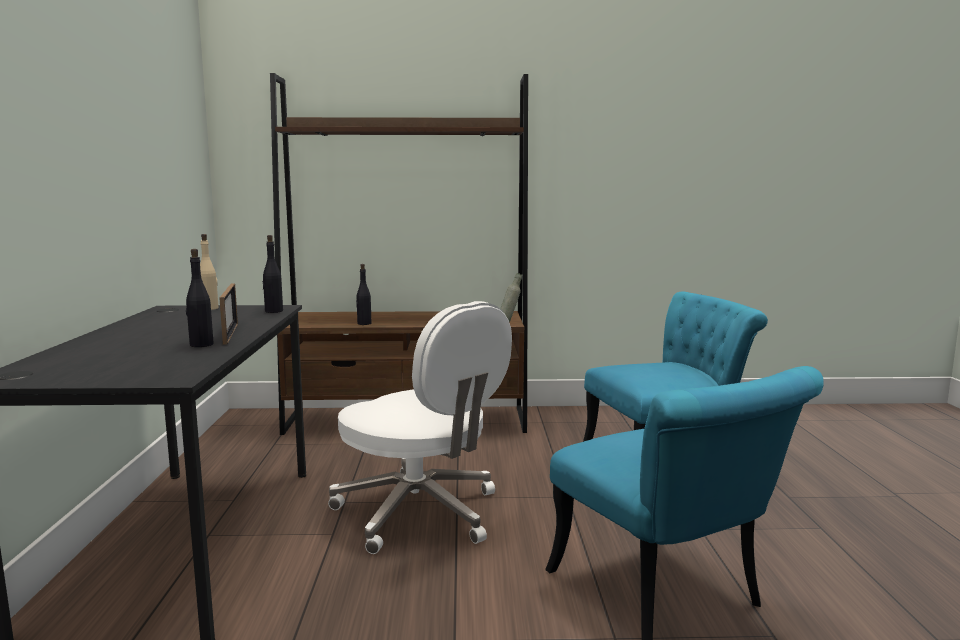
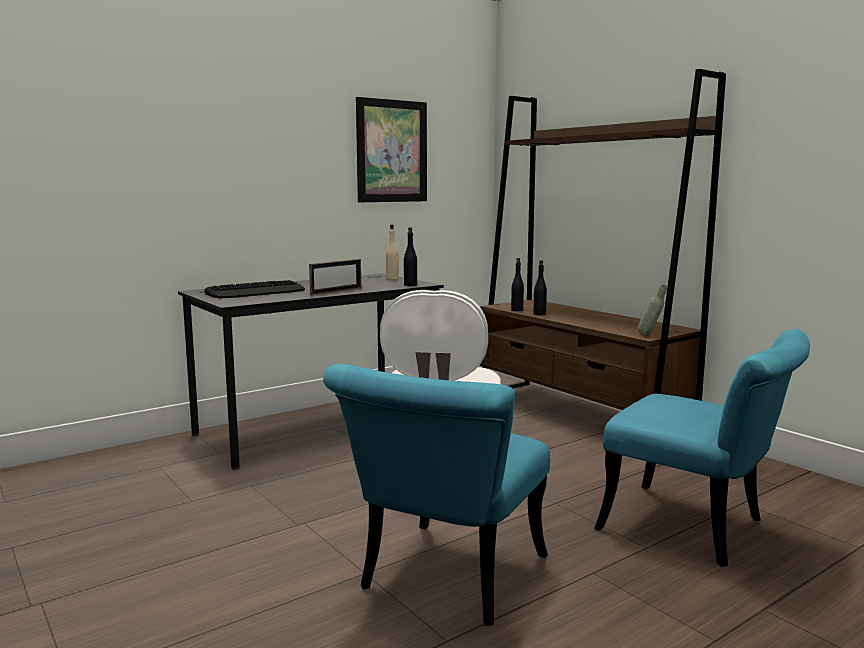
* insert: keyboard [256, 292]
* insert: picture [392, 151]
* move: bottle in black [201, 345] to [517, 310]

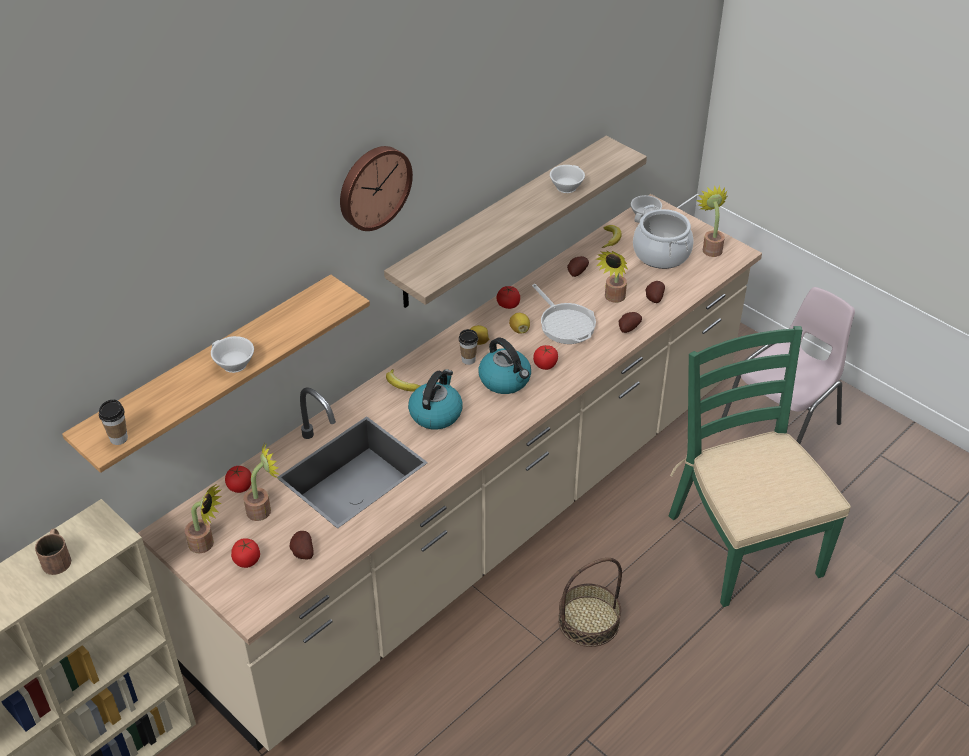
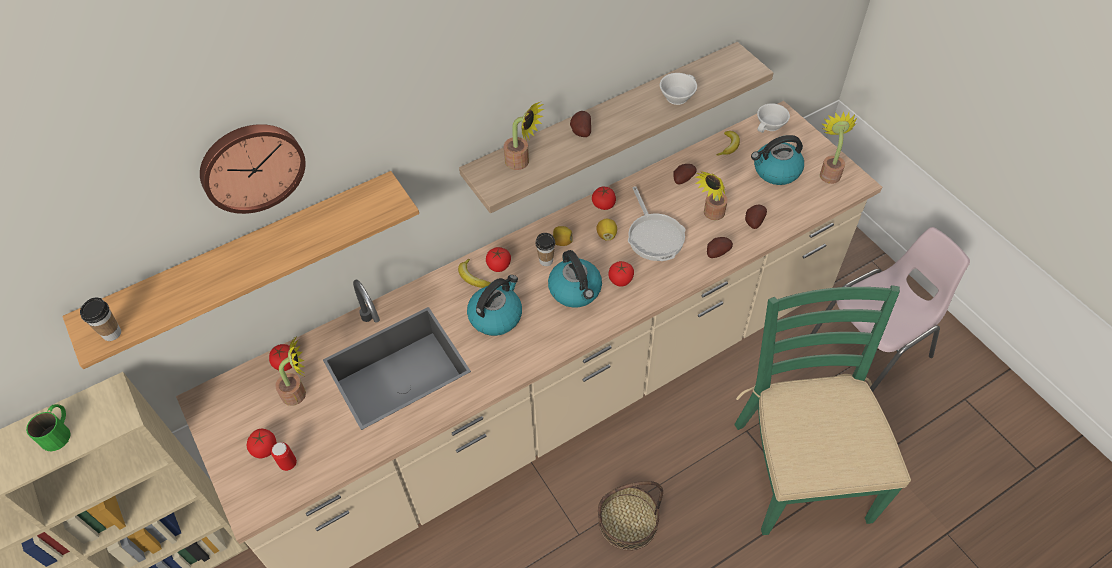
* delete: cup in white [232, 364]
* insert: can [288, 463]
* insert: tomato [499, 266]
* move: potted plant [206, 544] to [521, 163]
* move: potato [302, 553] to [580, 132]
* move: wall clock [373, 186] to [251, 166]
* replace: cooking pot [661, 253] to kettle [776, 171]
* recolor: mug in brown [57, 557] to mug in green [58, 431]

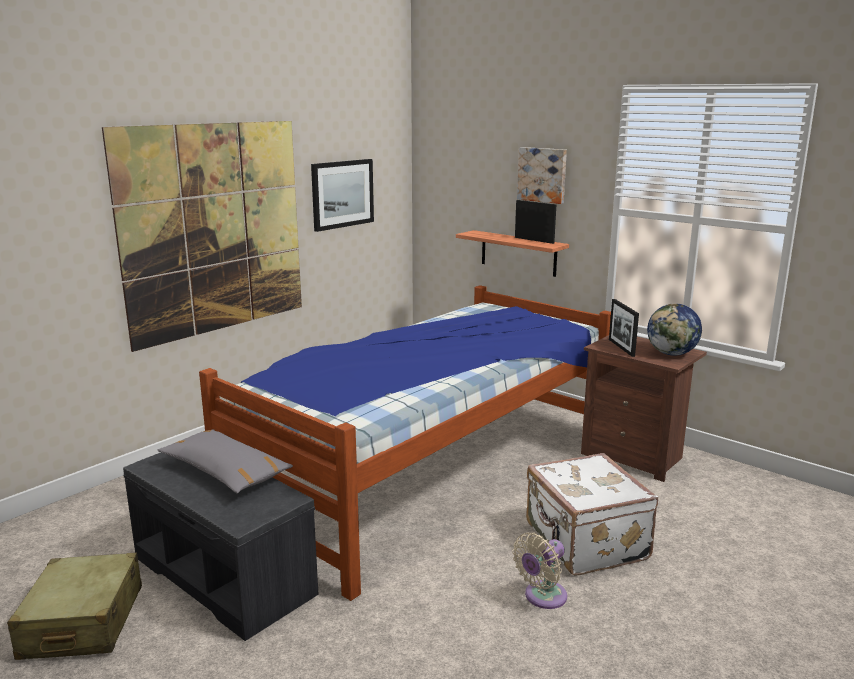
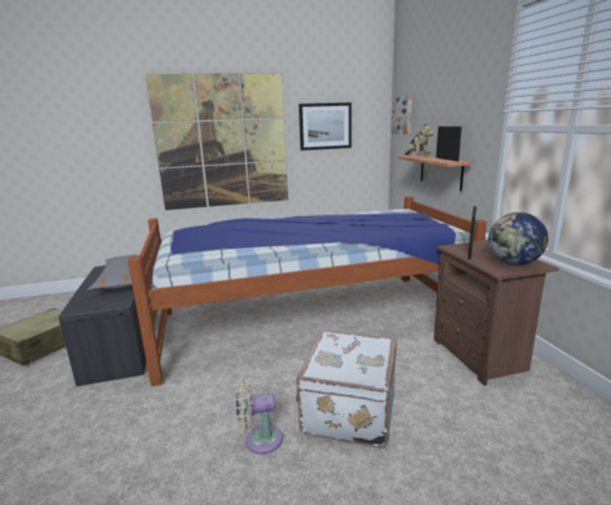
* insert: plush toy [416, 157]
* move: picture [542, 175] to [402, 115]

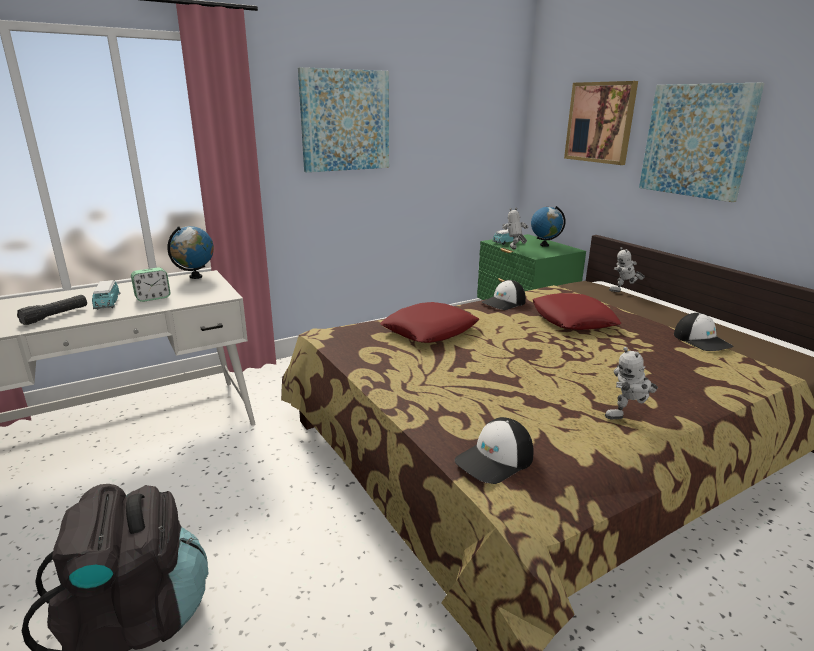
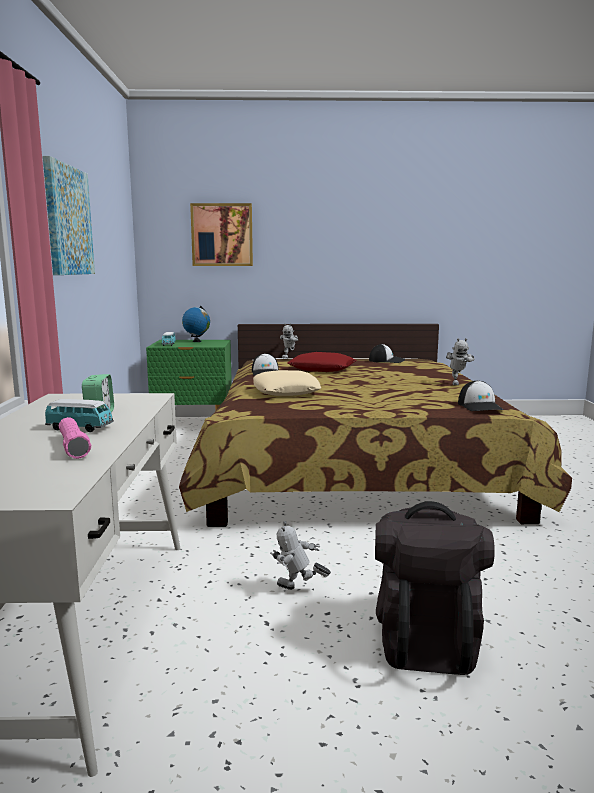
* delete: globe [196, 277]
* delete: picture [696, 141]
* move: toy robot [514, 250] to [298, 591]
* recolor: flashlight in black [55, 316] to flashlight in pink [73, 447]
* recolor: pillow in red [429, 331] to pillow in beige [286, 391]

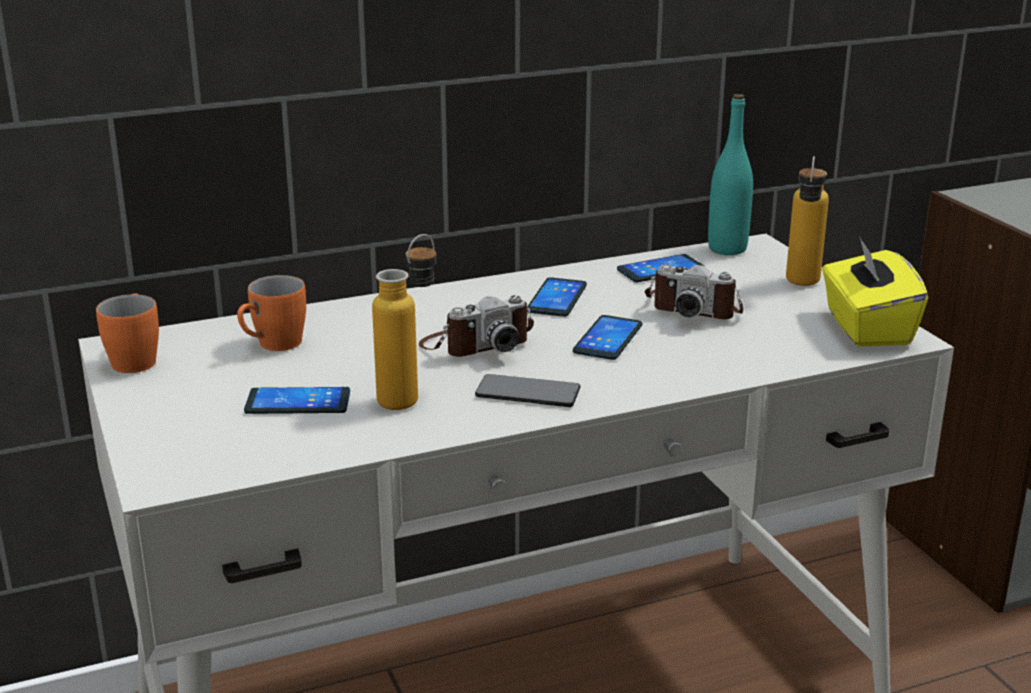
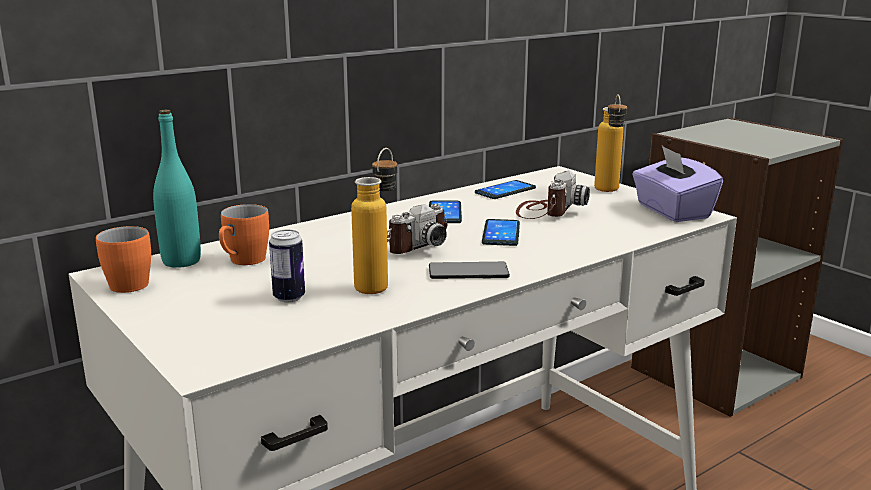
* move: bottle in turquoise [727, 249] to [181, 261]
* replace: phone [298, 402] to can [289, 297]
* recolor: tissue box in yellow [866, 328] to tissue box in purple [672, 211]
* rotate: photo camera [694, 308] = [547, 210] 75 degrees counterclockwise

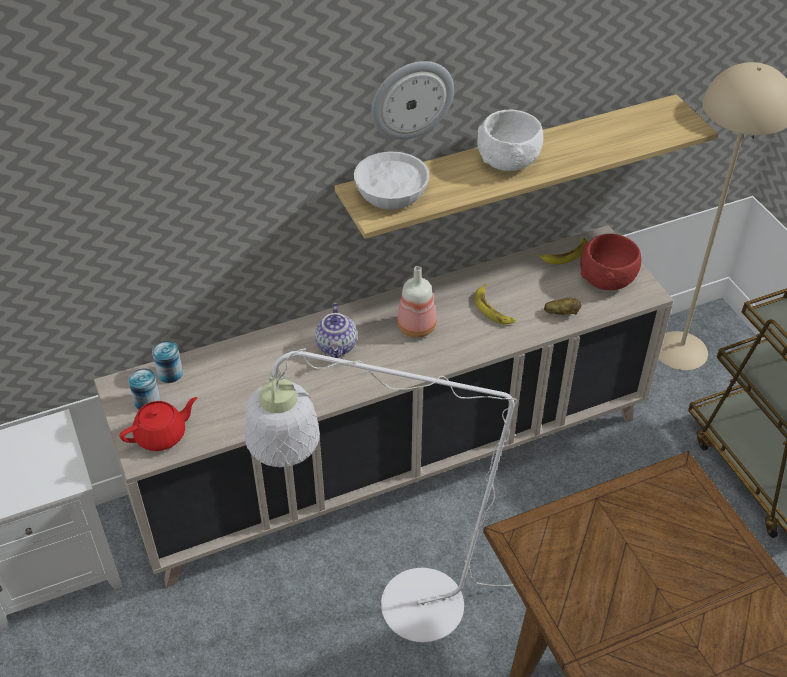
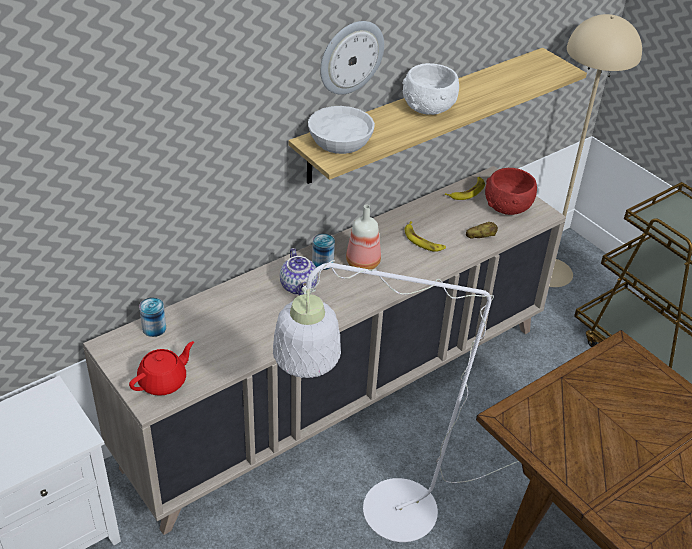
* move: can [147, 401] to [323, 262]

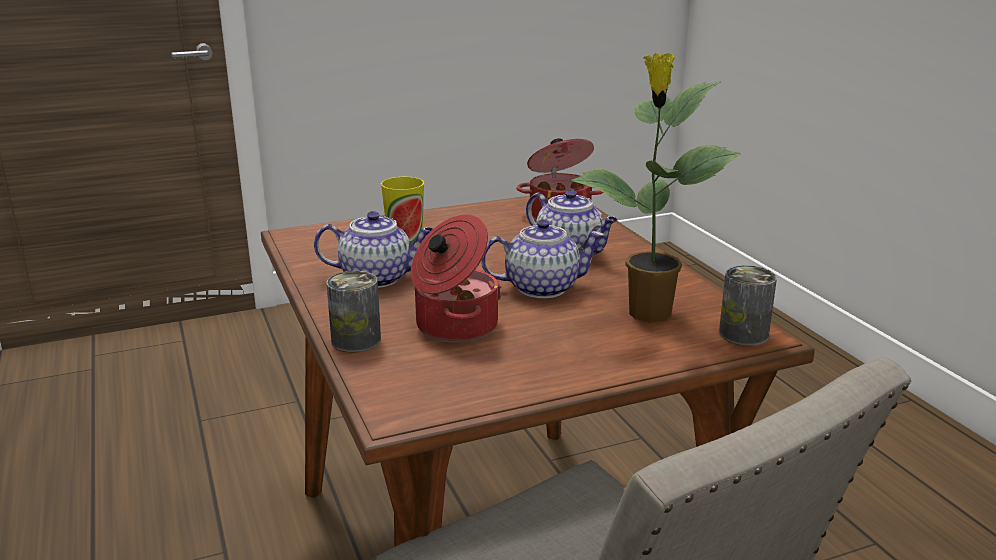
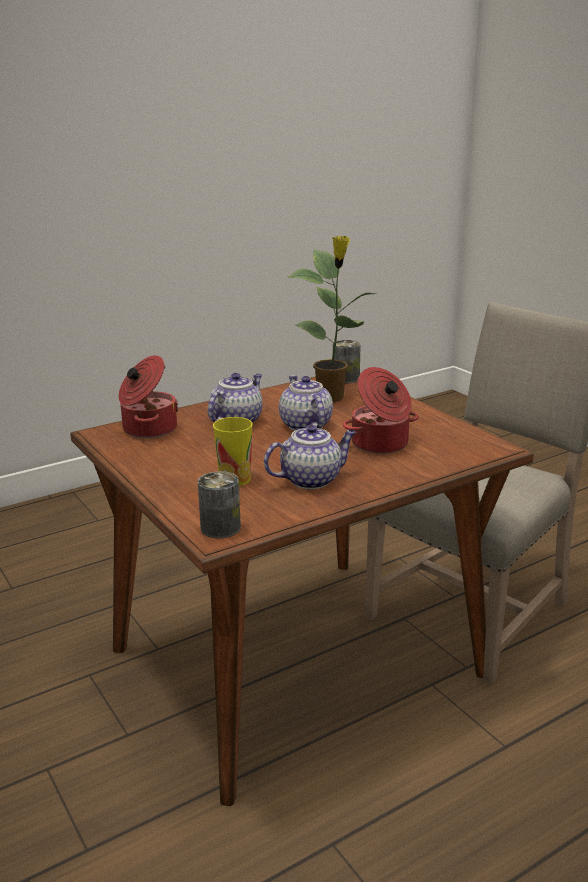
* move: can [356, 340] to [220, 528]
* rotate: teapot [378, 278] = [311, 479] 75 degrees clockwise

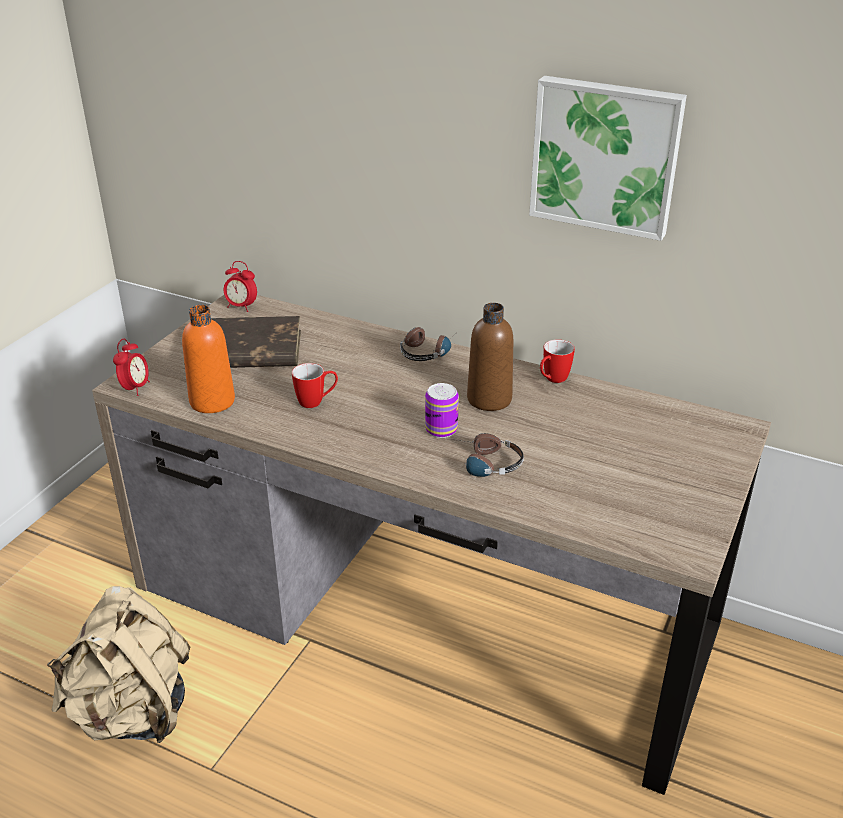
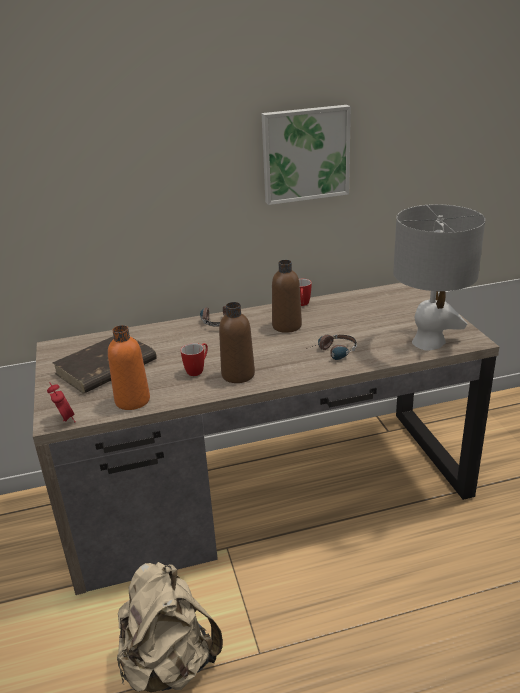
* delete: alarm clock [241, 307]
* delete: can [441, 429]
* insert: bottle in brown [238, 375]
* insert: table lamp in grey [429, 342]

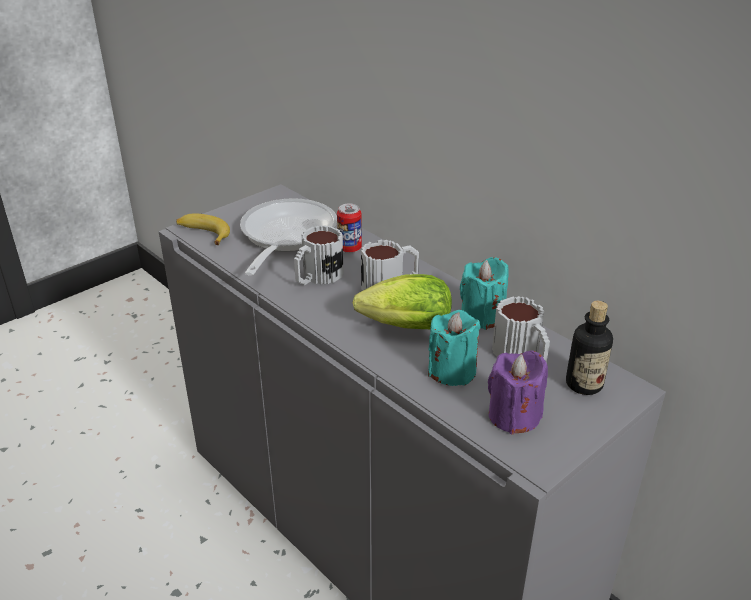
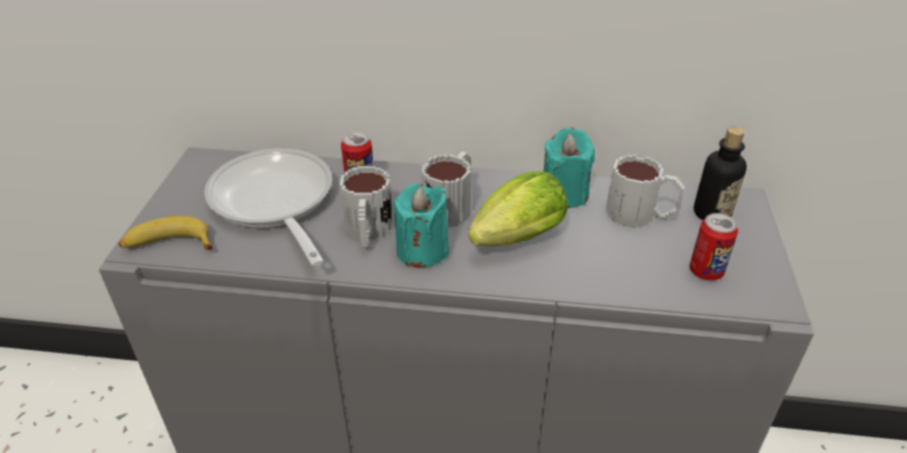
* move: candle in turquoise [452, 371] to [422, 251]
* replace: candle in purple [514, 416] to can [706, 271]

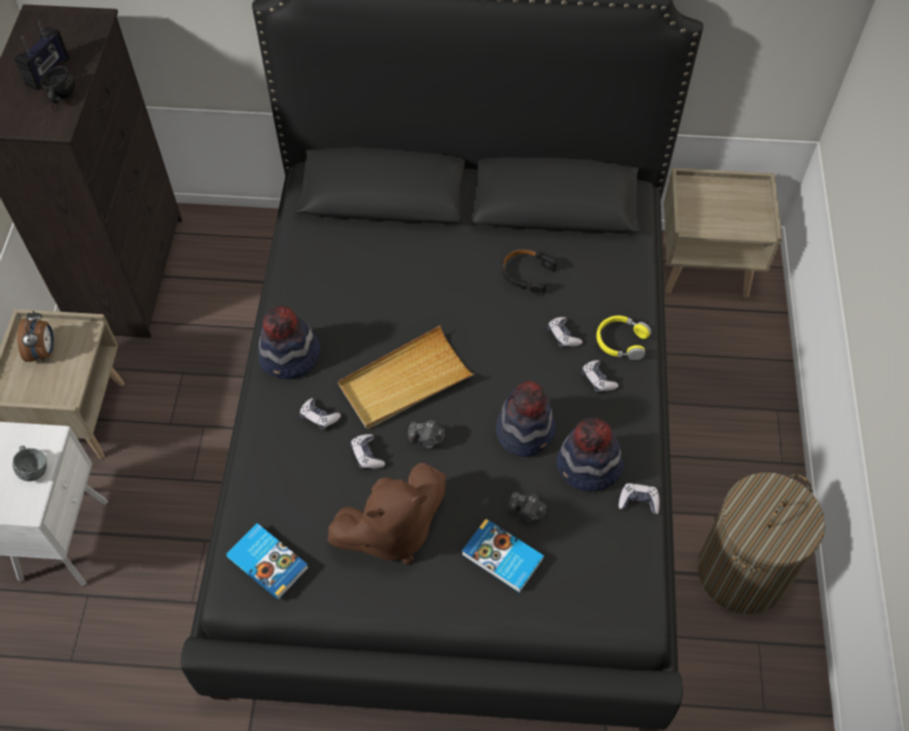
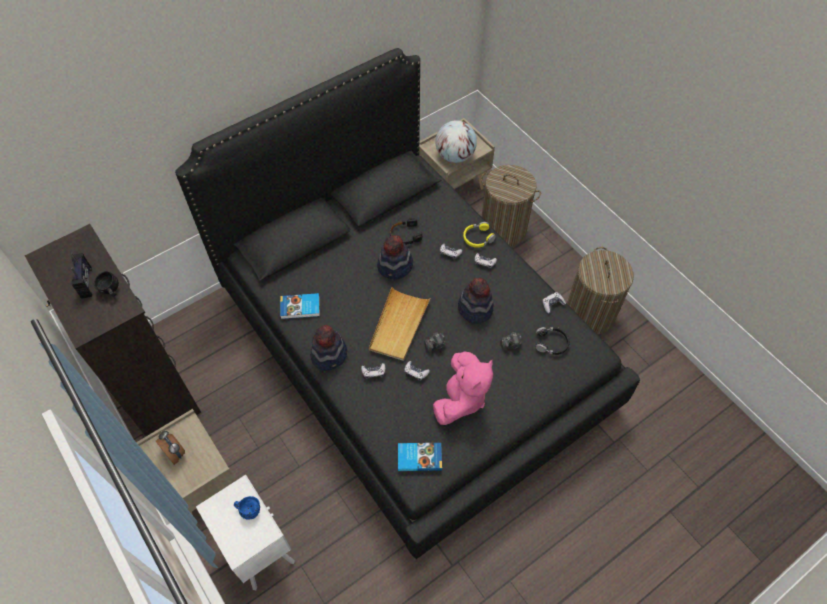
* insert: globe [455, 156]
* insert: laundry basket [503, 229]
* insert: headphones in black [551, 343]
* move: book [502, 558] to [300, 308]
* move: hat [588, 467] to [395, 266]
* recolor: mug in grey [34, 468] to mug in blue [248, 509]
* recolor: plush toy in brown [391, 531] to plush toy in pink [461, 399]

